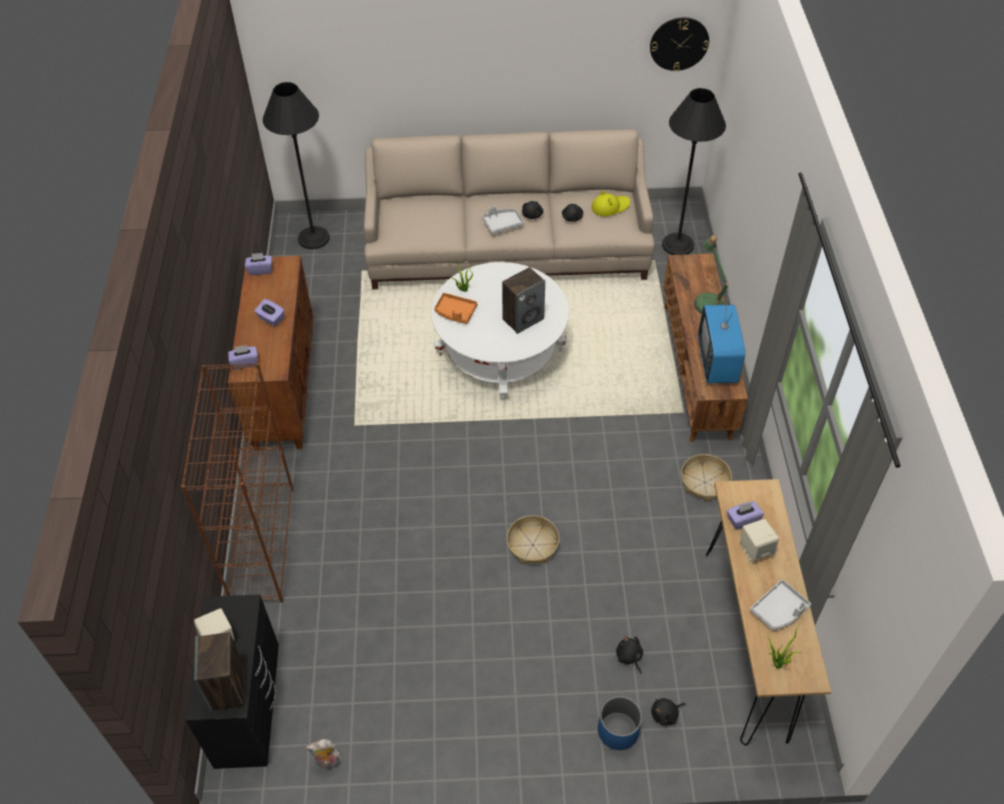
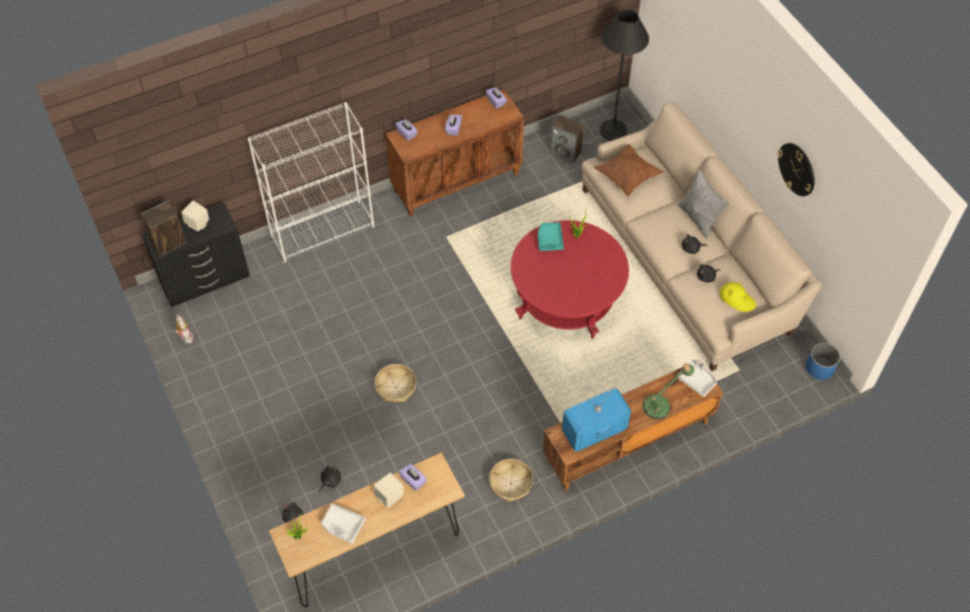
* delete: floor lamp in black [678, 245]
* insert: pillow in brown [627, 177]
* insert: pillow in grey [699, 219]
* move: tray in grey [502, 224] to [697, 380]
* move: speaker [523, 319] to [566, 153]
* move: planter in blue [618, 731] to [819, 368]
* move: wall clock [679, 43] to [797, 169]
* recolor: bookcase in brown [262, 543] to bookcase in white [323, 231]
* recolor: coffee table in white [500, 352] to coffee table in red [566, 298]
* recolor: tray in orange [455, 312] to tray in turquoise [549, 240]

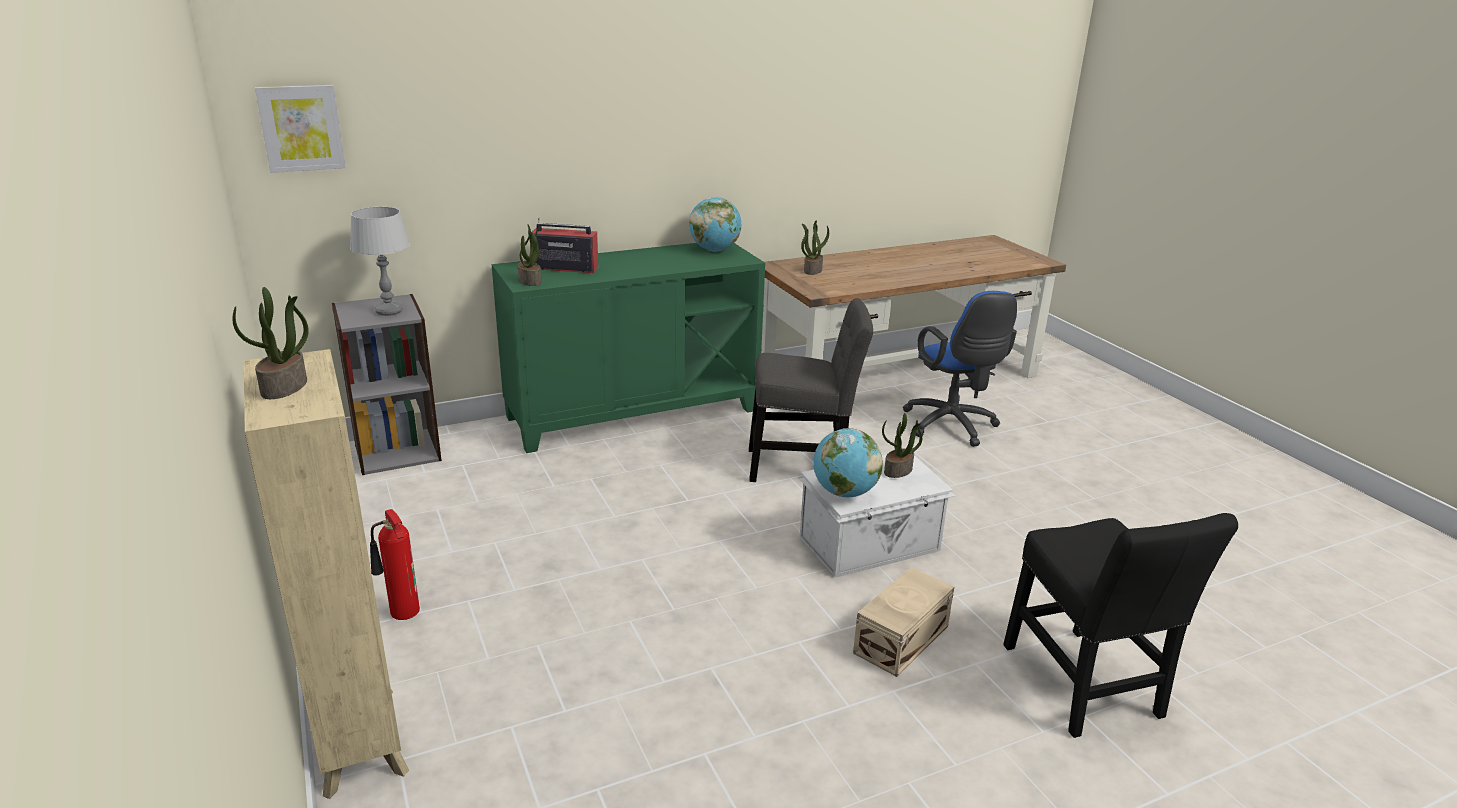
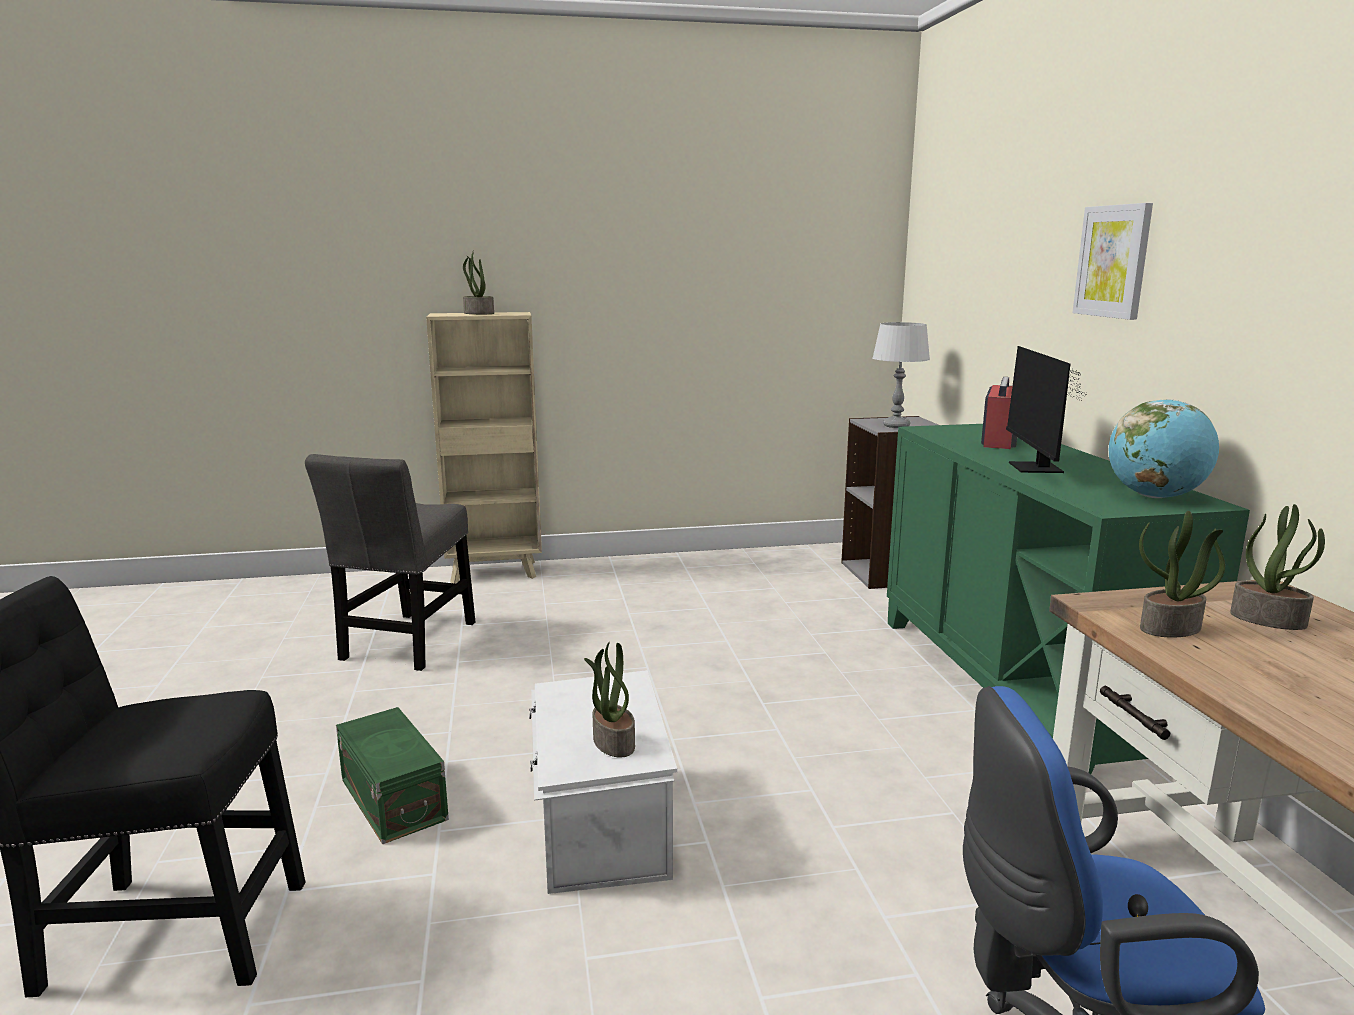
* delete: fire extinguisher [402, 613]
* delete: globe [844, 493]
* insert: monitor [1036, 469]
* move: picture [301, 128] to [1113, 261]
* move: potted plant [530, 281] to [1170, 629]
* move: chair in grey [803, 467] to [406, 644]
* recolor: storage box in beige [899, 639] to storage box in green [394, 797]

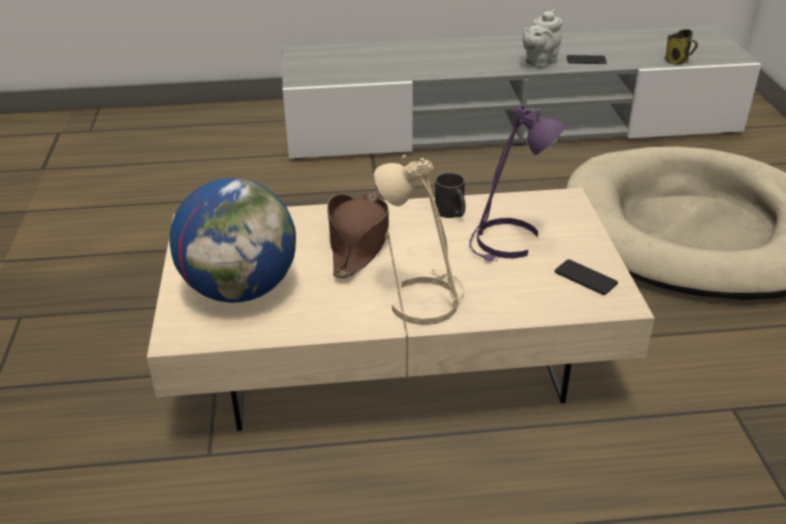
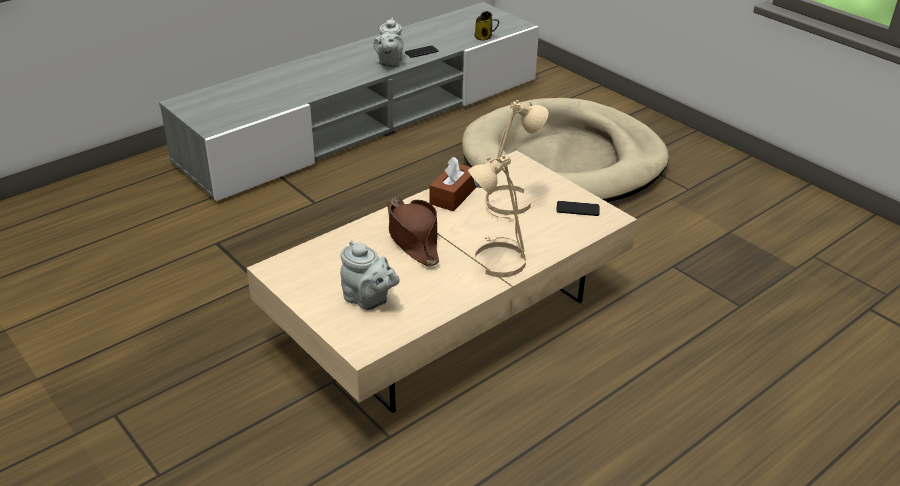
* replace: globe [241, 289] to teapot in grey [368, 300]
* replace: mug in black [452, 213] to tissue box in brown [453, 195]
* recolor: table lamp in purple [506, 243] to table lamp in beige [509, 203]

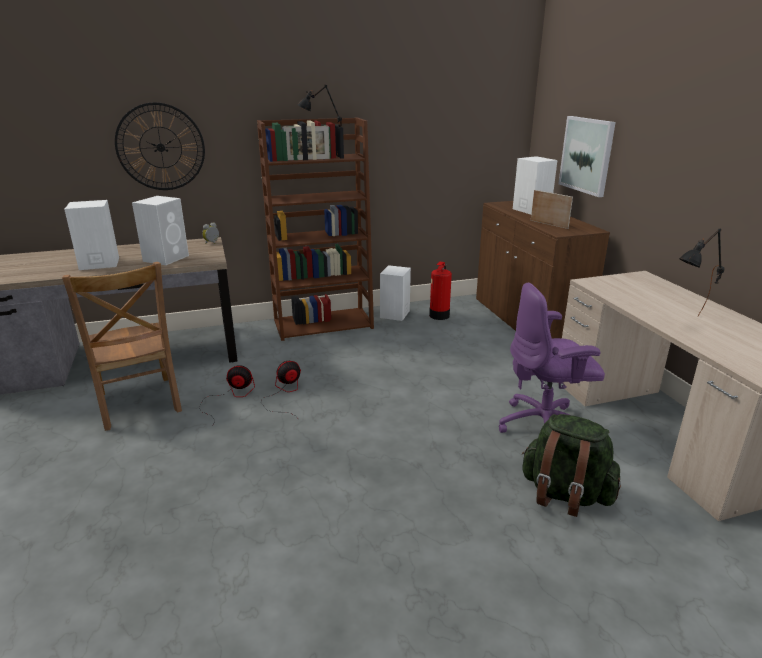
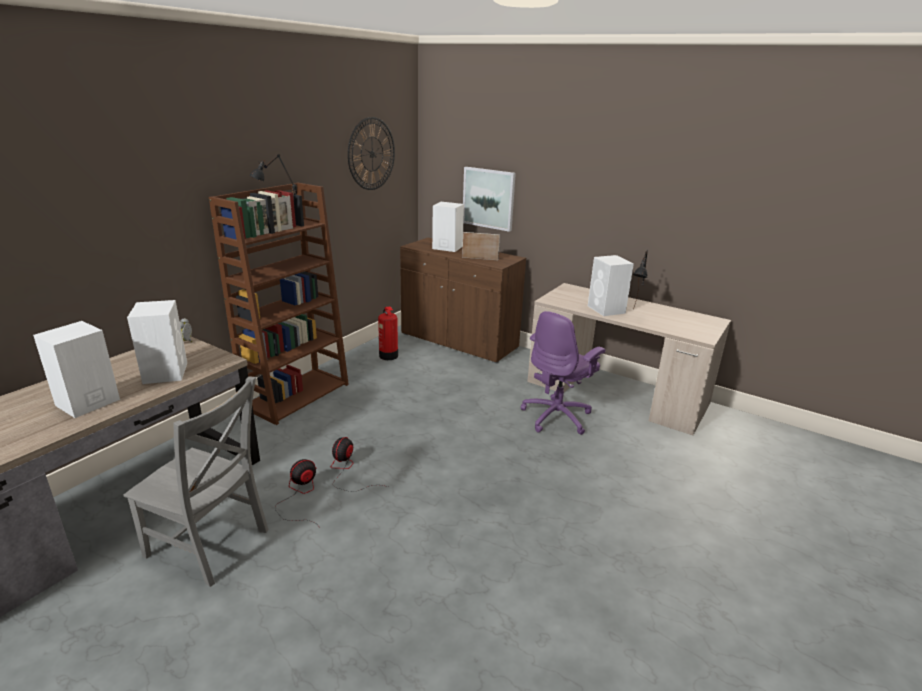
* delete: backpack in green [565, 494]
* move: wall clock [160, 147] to [372, 154]
* move: speaker in white [394, 314] to [606, 310]
* recolor: chair in brown [139, 404] to chair in grey [210, 545]

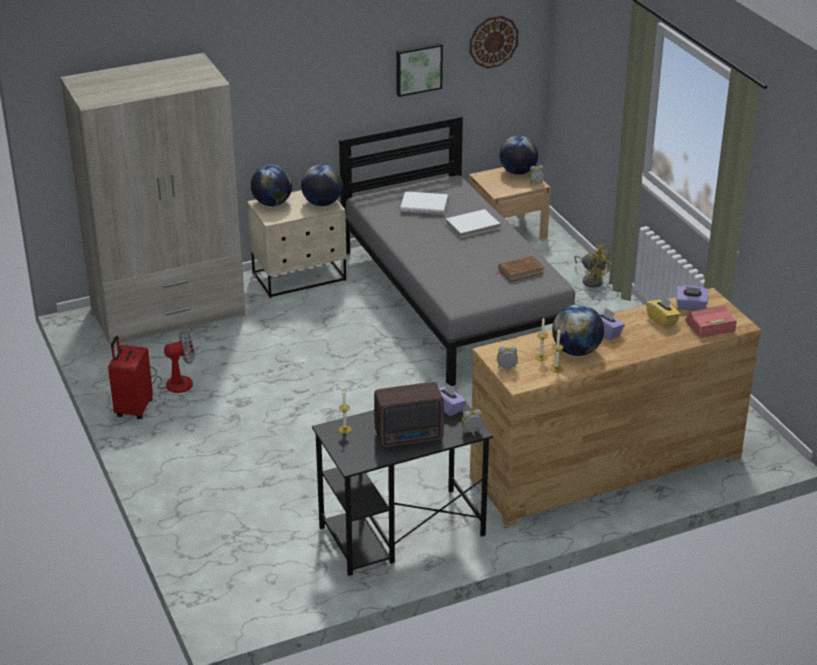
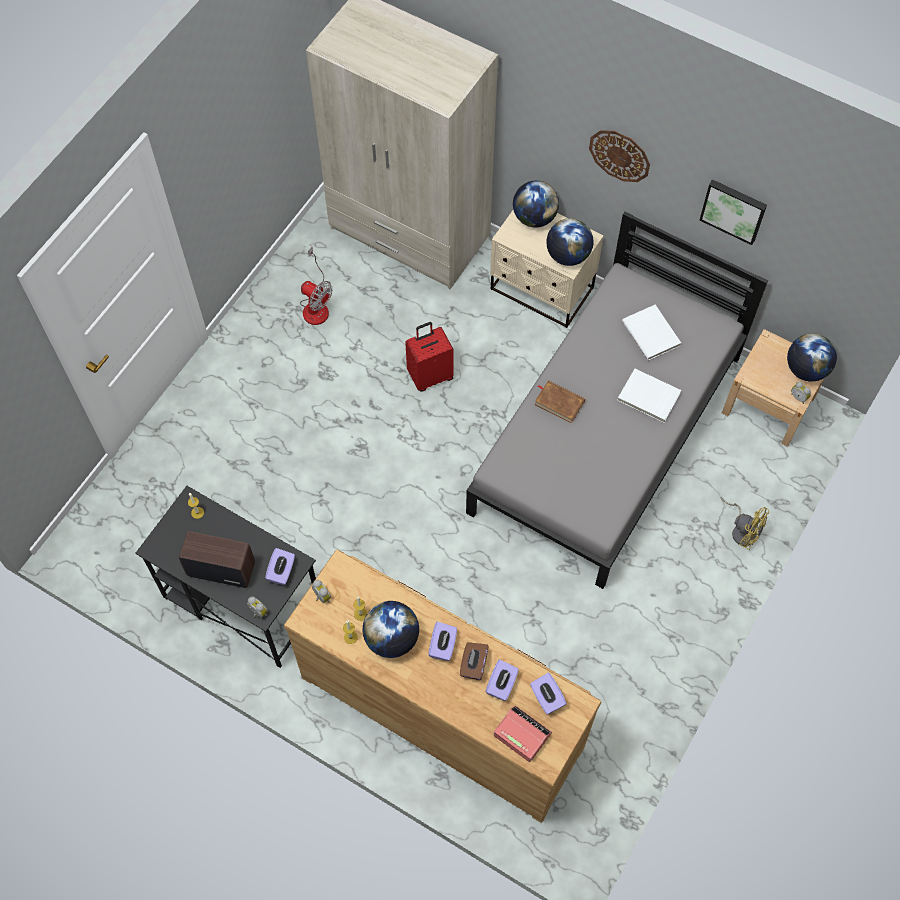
* insert: tissue box in brown [473, 665]
* move: suitcase in red [133, 409] to [430, 375]
* move: wall clock [493, 41] to [619, 155]
* move: book in brown [520, 271] to [559, 402]
* recolor: tissue box in yellow [662, 320] to tissue box in purple [501, 685]
* rotate: radio [410, 437] = [220, 568] 150 degrees clockwise
* rotate: fan in yellow [591, 280] = [742, 530] 60 degrees counterclockwise

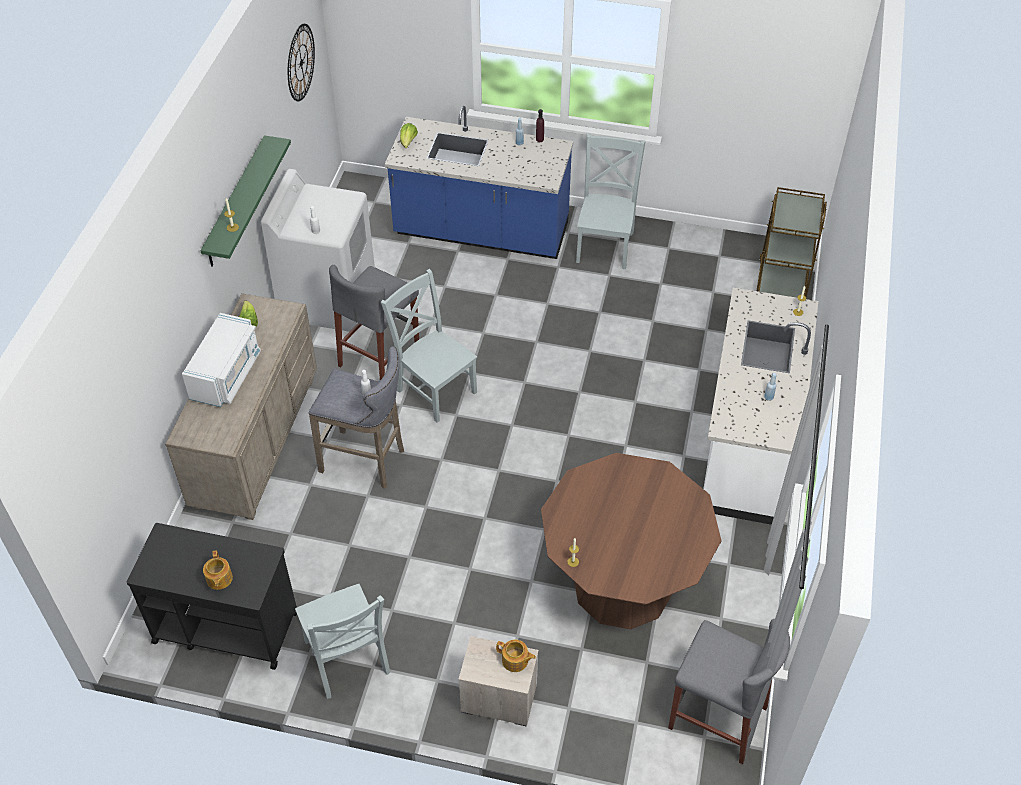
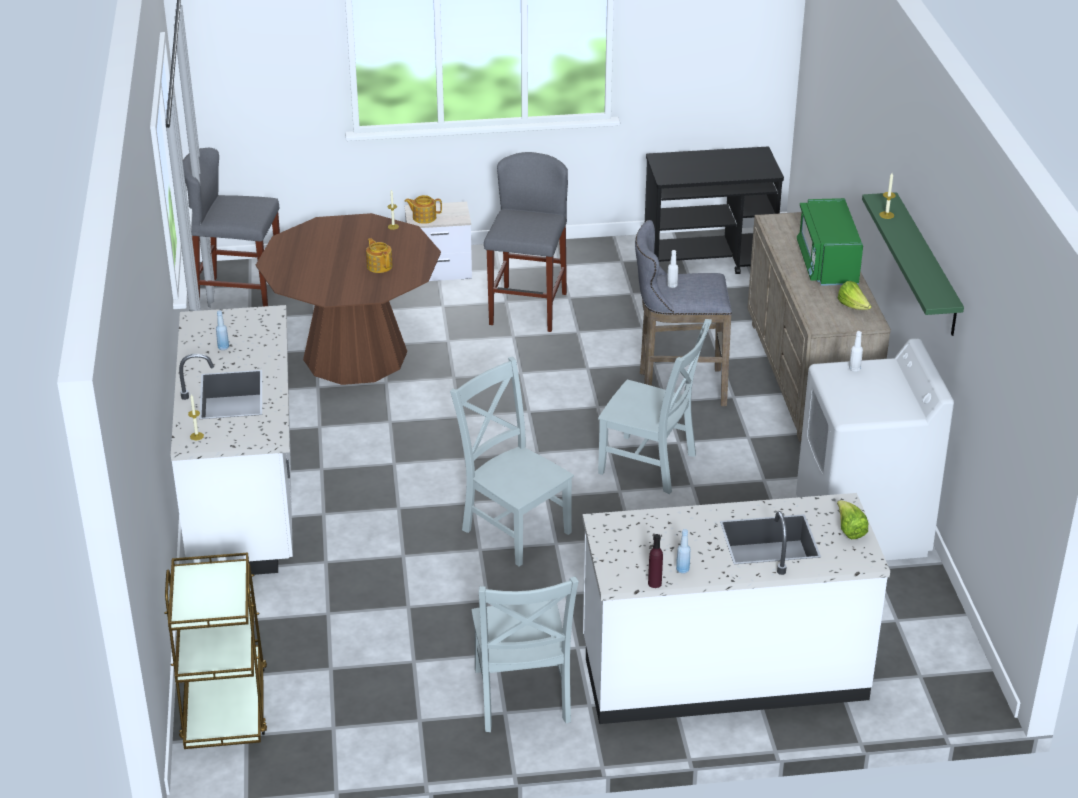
* delete: wall clock [301, 62]
* move: teapot [219, 579] to [379, 266]
* move: chair in grey [347, 660] to [514, 528]
* move: stool in grey [379, 356] to [528, 309]
* recolor: microwave in white [226, 375] to microwave in green [827, 263]
* recolor: counter in blue [481, 231] to counter in white [723, 671]

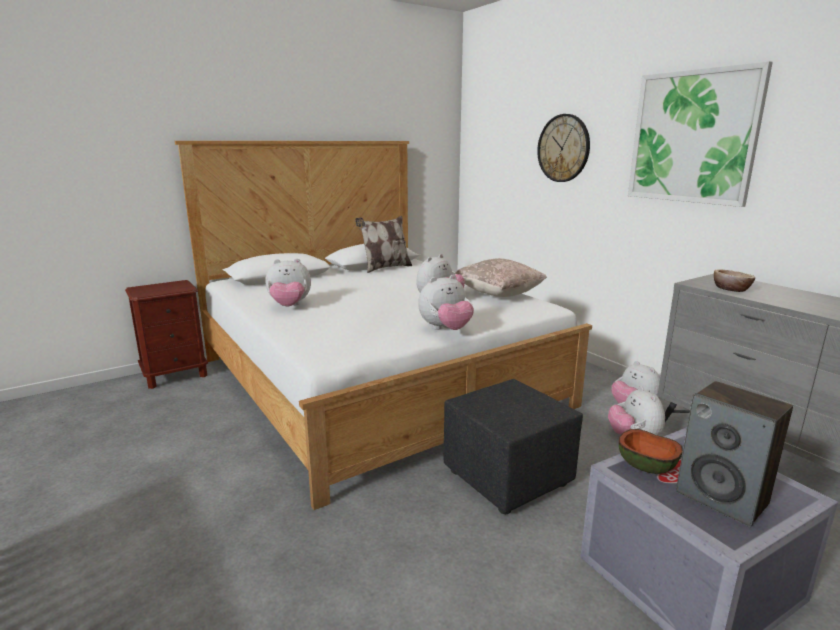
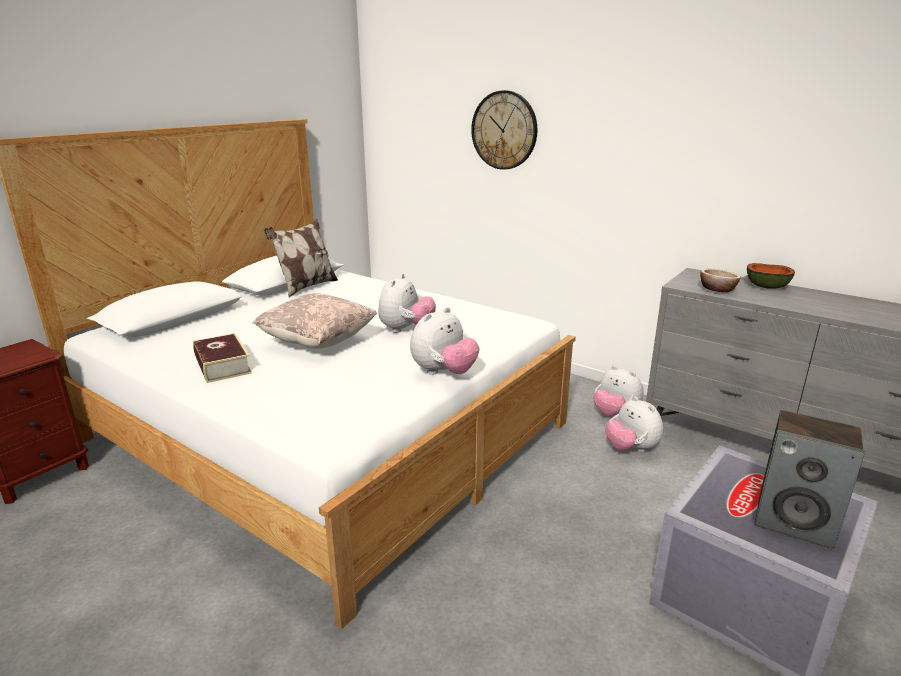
* delete: ottoman in black [507, 477]
* delete: picture [692, 137]
* move: pillow in beige [498, 295] to [318, 342]
* move: bowl [647, 465] to [767, 286]
* replace: plush toy [289, 306] to book [222, 365]

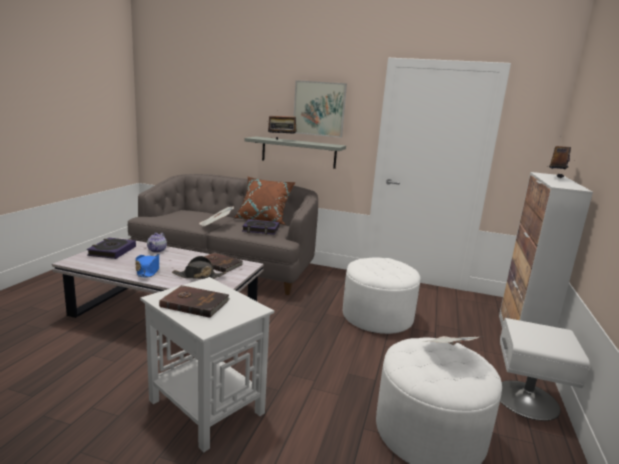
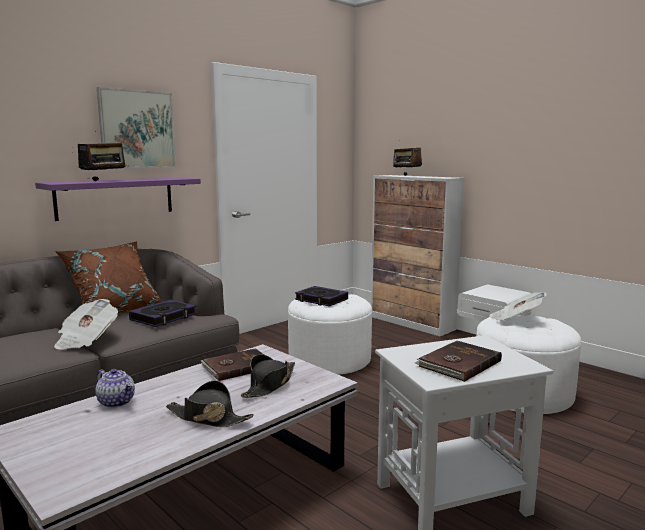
* move: book [112, 251] to [321, 300]
* recolor: hat in blue [148, 271] to hat in black [208, 418]
* recolor: shelf in grey [298, 152] to shelf in purple [116, 197]

